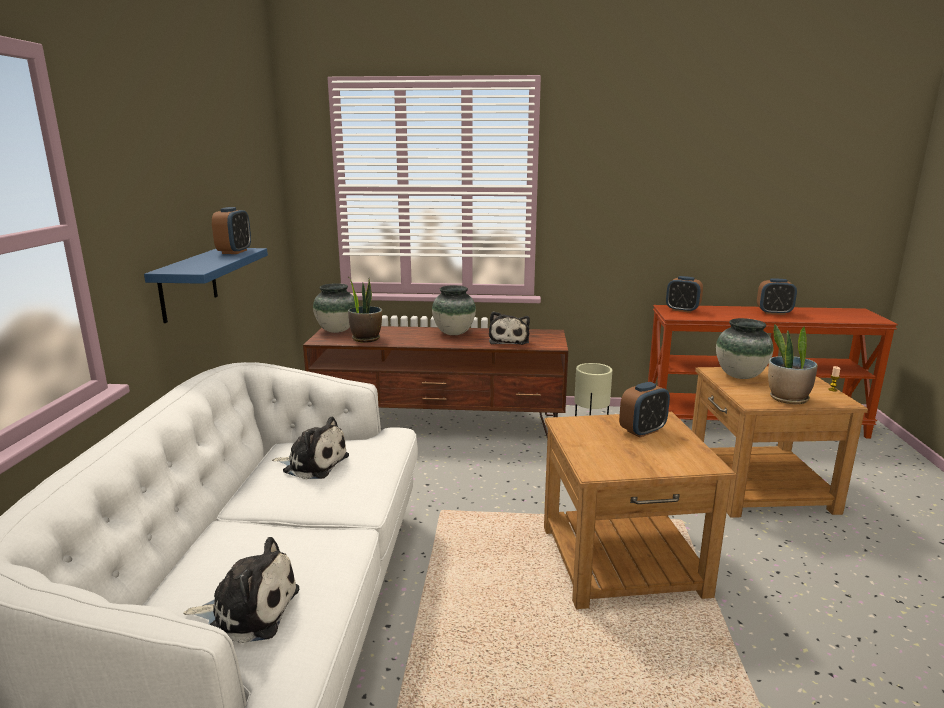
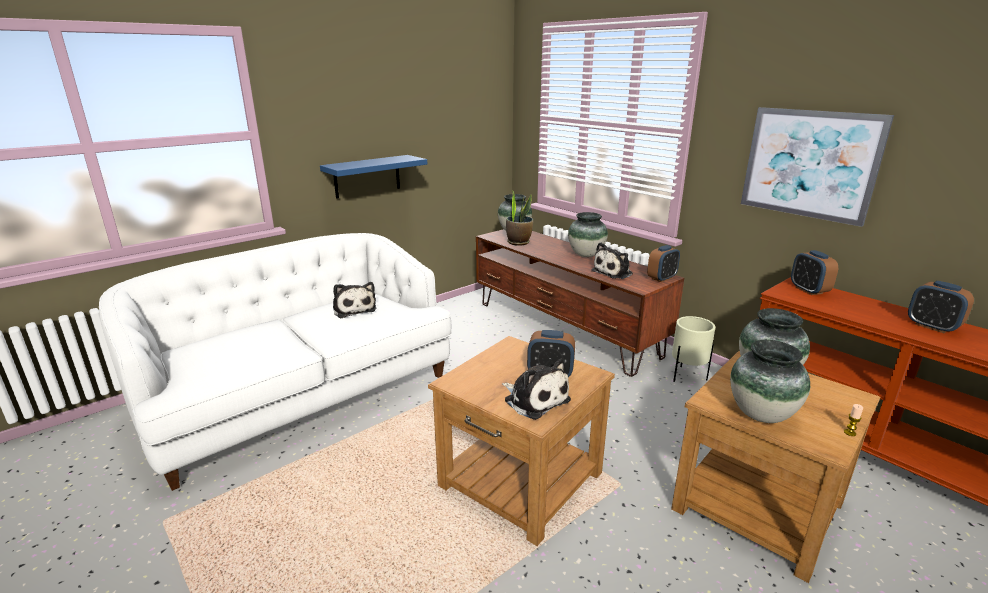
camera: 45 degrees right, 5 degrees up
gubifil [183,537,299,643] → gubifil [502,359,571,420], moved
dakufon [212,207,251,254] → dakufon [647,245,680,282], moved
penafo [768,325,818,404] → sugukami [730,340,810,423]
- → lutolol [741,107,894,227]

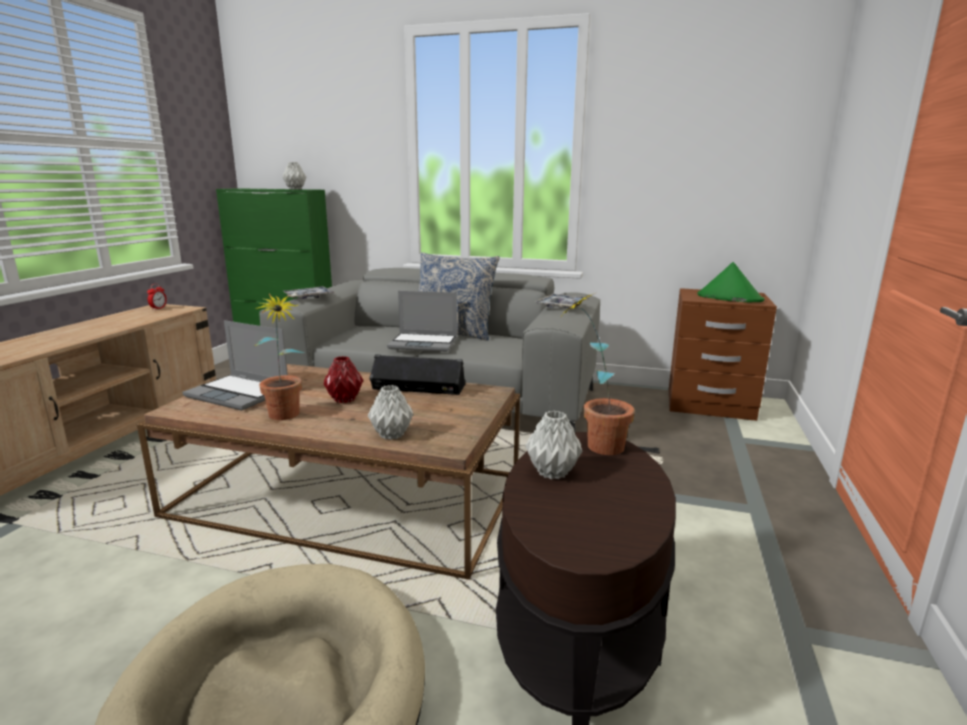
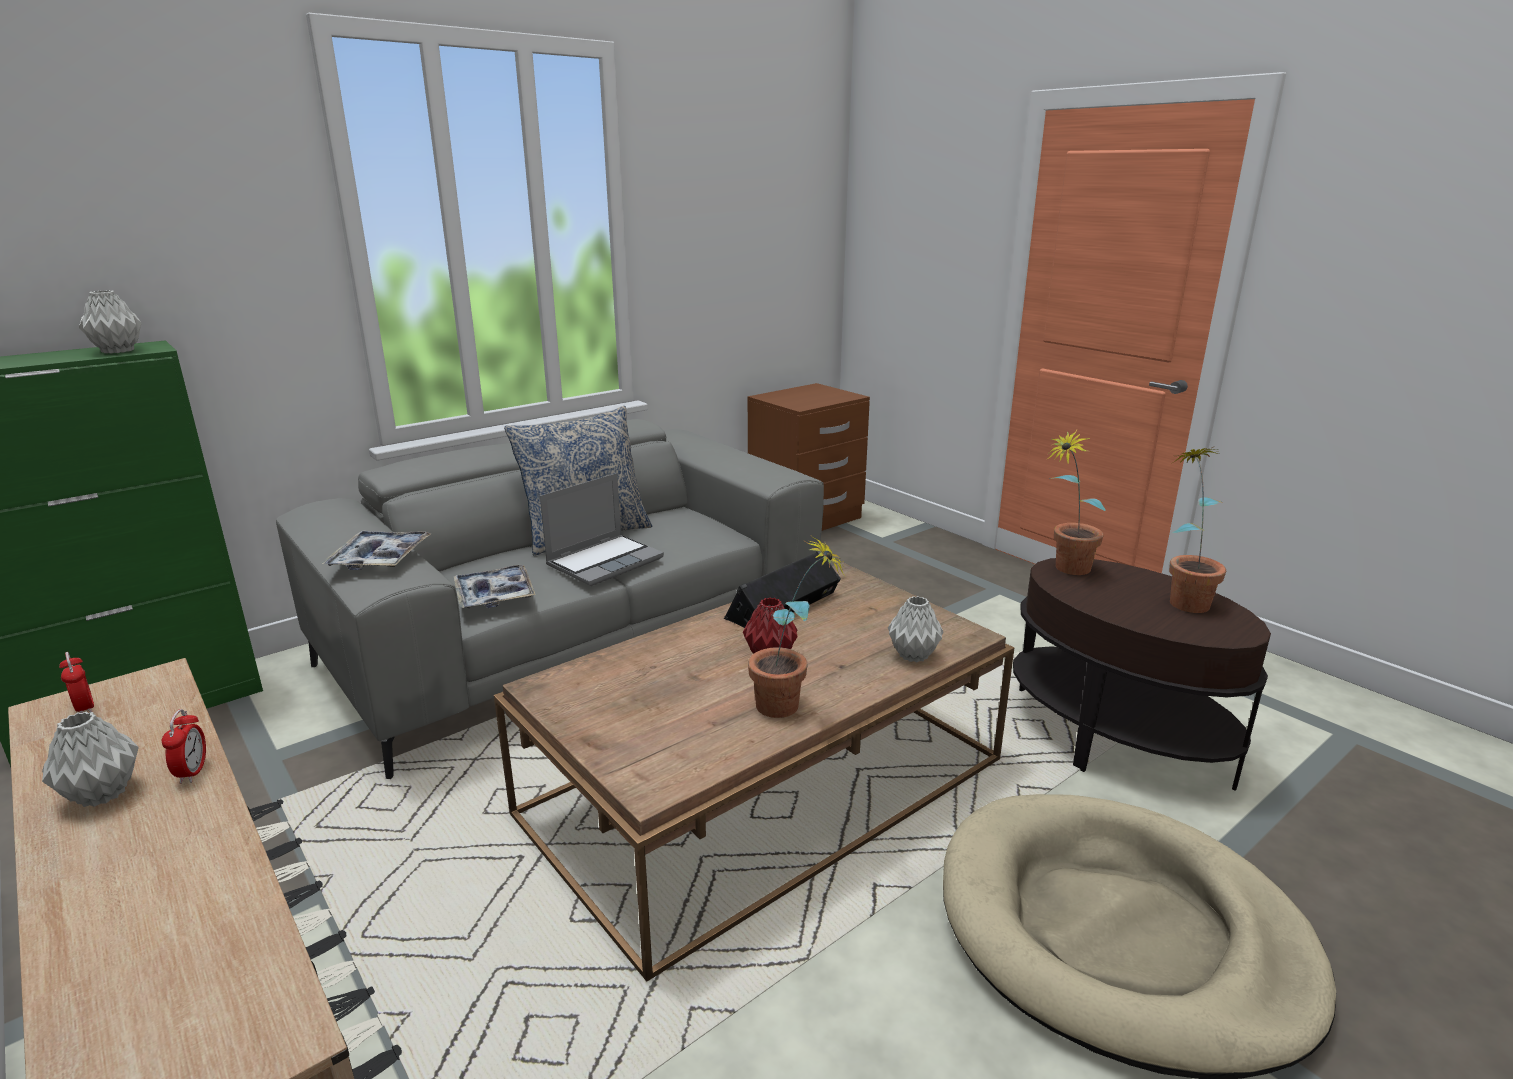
camera: 55 degrees left, 5 degrees up
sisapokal [183,320,288,411] → -
grey sugukami [525,411,582,479] → grey sugukami [42,711,139,807], moved
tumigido [534,294,590,308] → tumigido [454,565,536,608], moved
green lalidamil [697,262,765,302] → -
- → dakufon [162,709,206,784]
- → penafo [1169,447,1226,613]

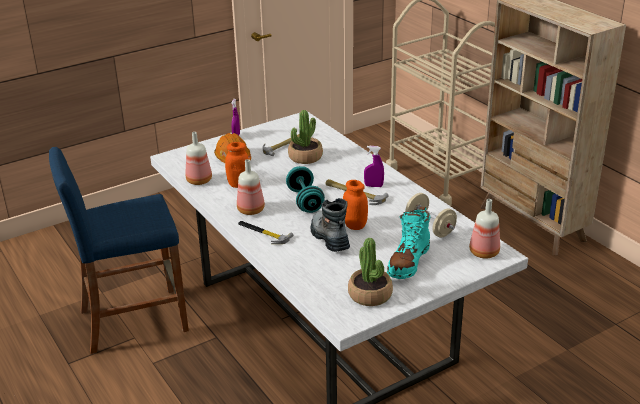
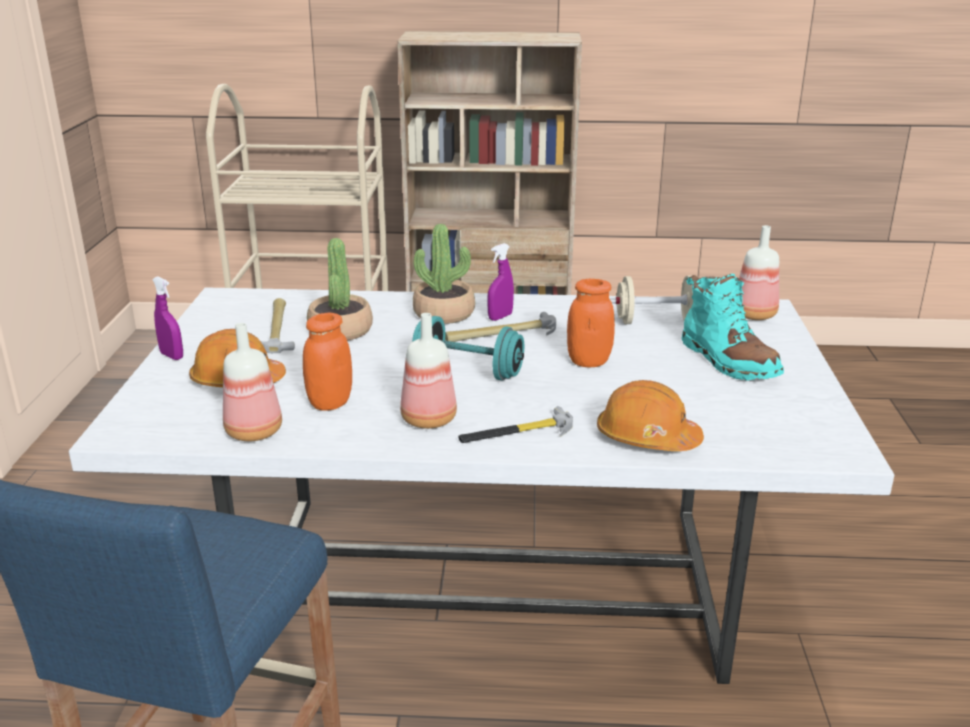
camera: 55 degrees left, 5 degrees down
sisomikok [311,198,350,252] → -
penafo [348,238,393,306] → penafo [413,224,475,324], moved
- → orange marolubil [597,380,704,451]

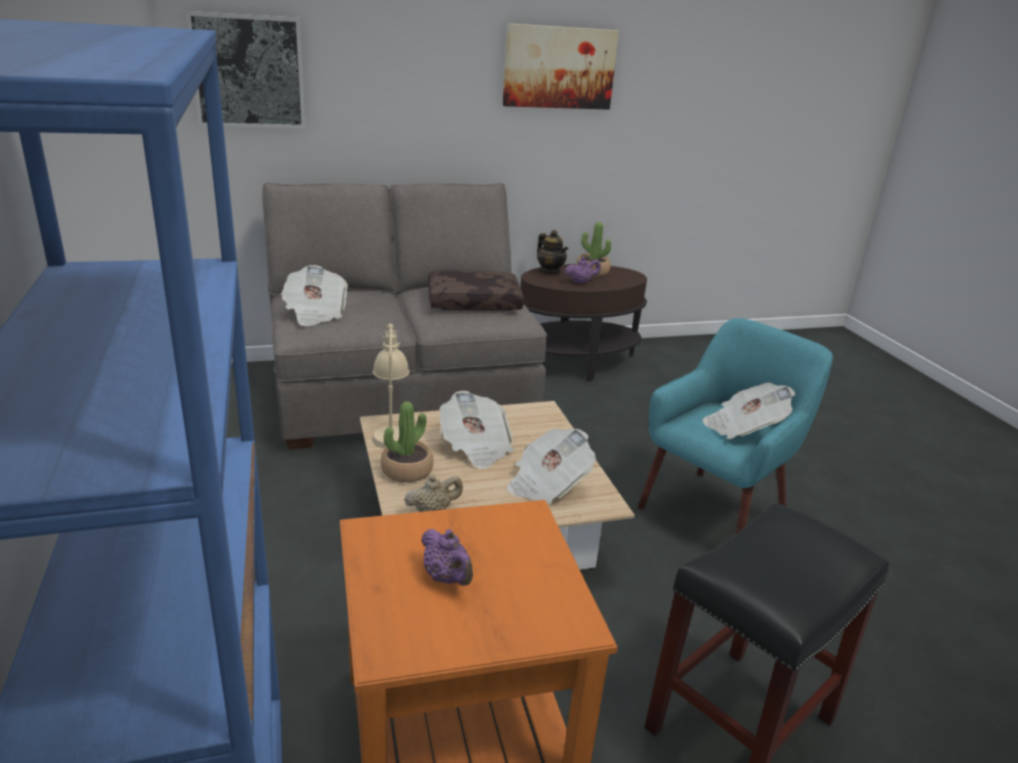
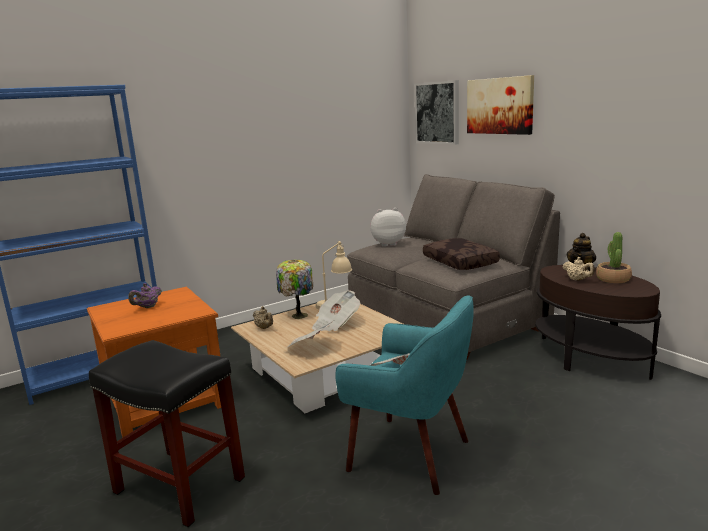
camera: 75 degrees right, 10 degrees down
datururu [281,265,348,326] → gubifil [370,208,406,247]
penafo [381,402,433,482] → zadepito [276,260,313,319]
lutolol [503,23,619,110] → lutolol [467,75,534,135], moved
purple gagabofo [565,257,601,284] → beige gagabofo [563,257,595,281]

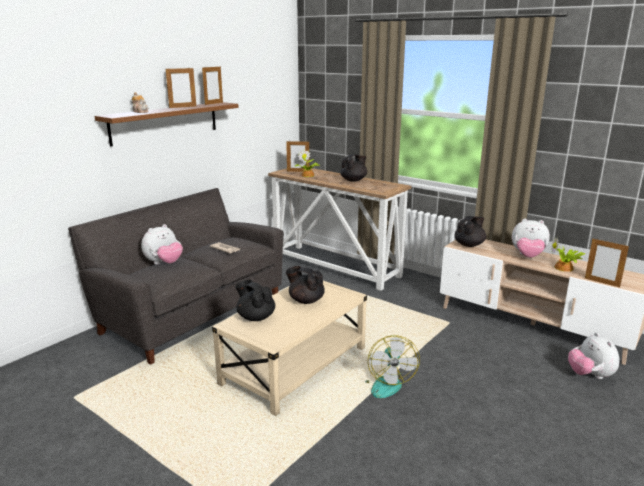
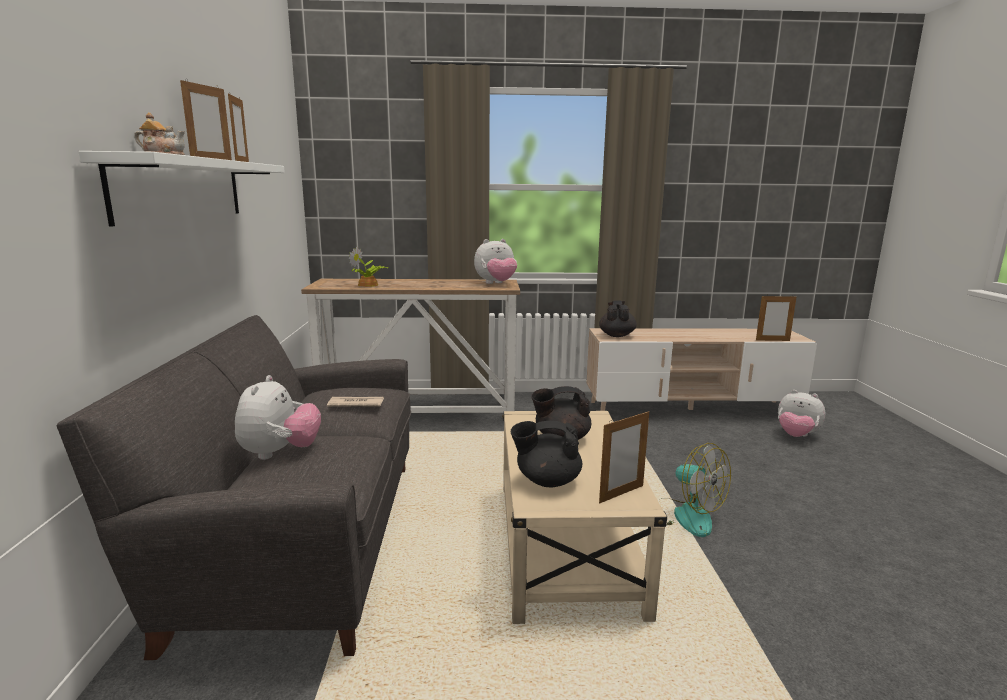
camera: 40 degrees left, 5 degrees down
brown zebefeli [95,102,239,147] → white zebefeli [78,151,285,227]
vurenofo [286,141,309,172] → vurenofo [599,410,649,503], moved
black gagabofo [340,154,367,182] → -
gubifil [512,219,550,258] → gubifil [474,239,517,284], moved
penafo [551,237,585,272] → -

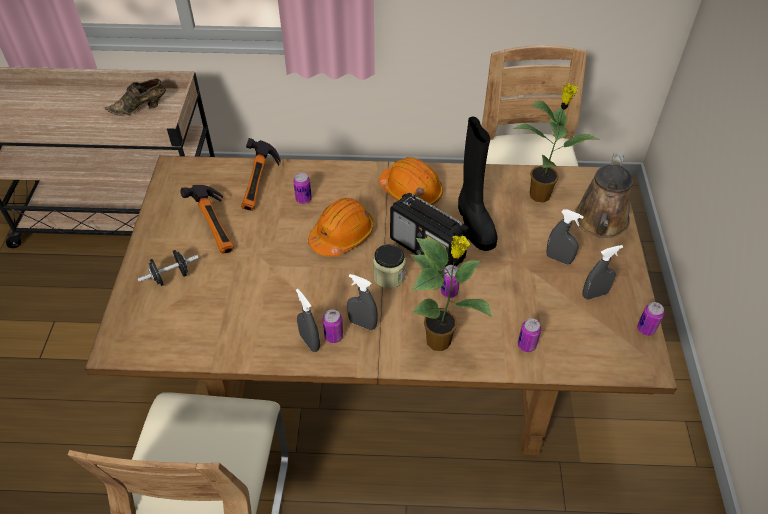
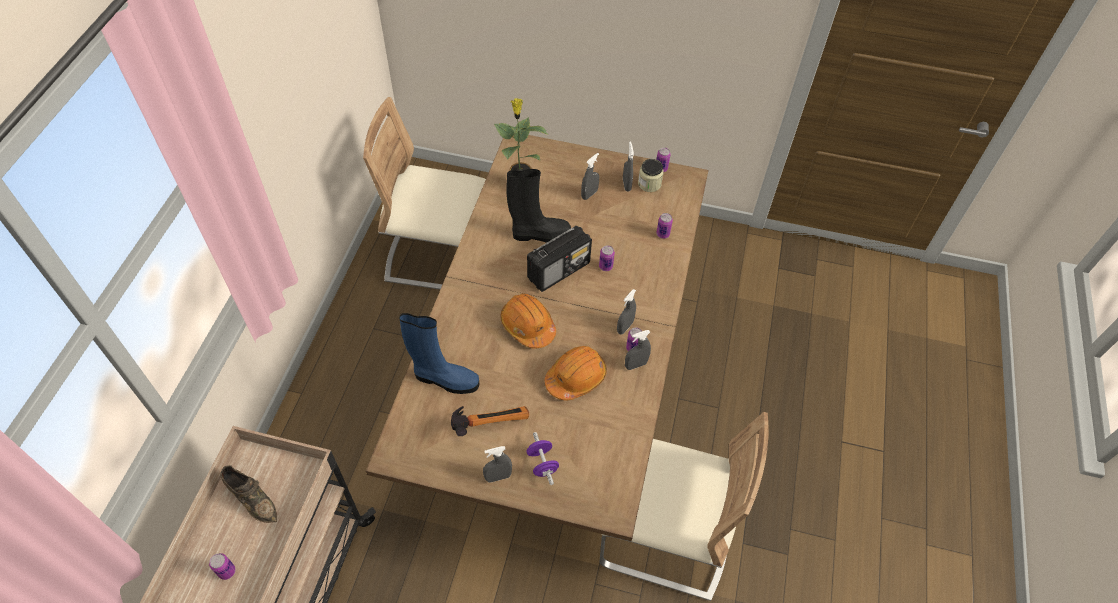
camera: 80 degrees left, 5 degrees up
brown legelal [105,78,166,116] → brown legelal [220,465,277,523], 45 degrees counterclockwise
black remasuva [137,250,199,286] → purple remasuva [527,432,559,485]
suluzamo [241,138,281,211] → blue sisomikok [399,313,480,394]
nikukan [293,173,312,204] → nikukan [209,553,236,580], moved
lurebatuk [373,244,406,288] → lurebatuk [638,159,664,192], moved
orange marolubil [379,157,443,205] → orange marolubil [545,346,607,400], moved
penafo [409,235,492,351] → -
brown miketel [575,153,633,238] → -
- → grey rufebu [483,446,512,483]

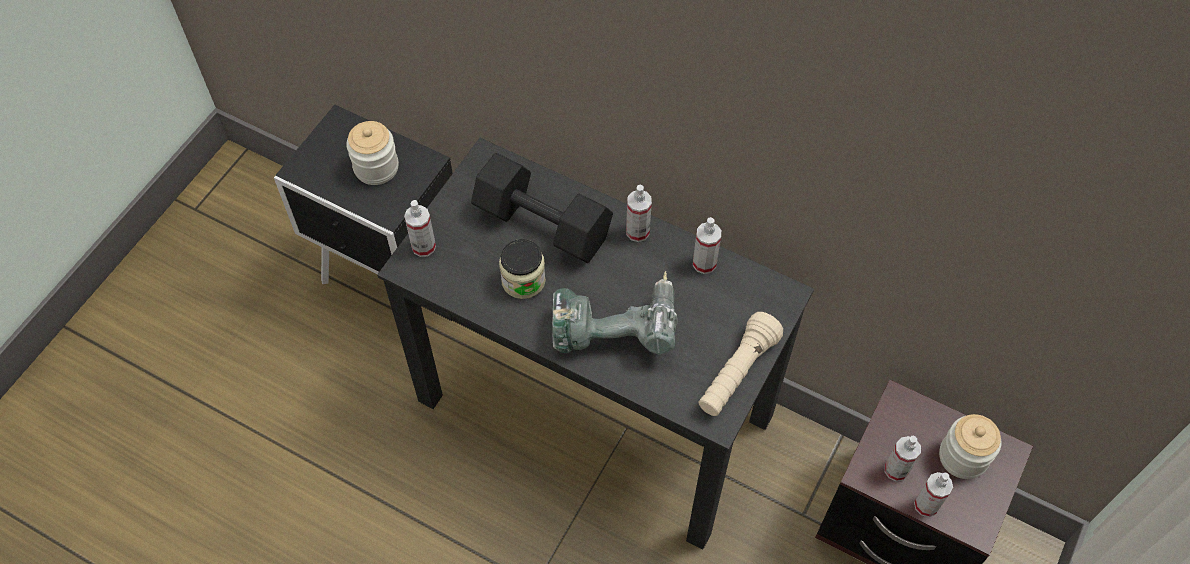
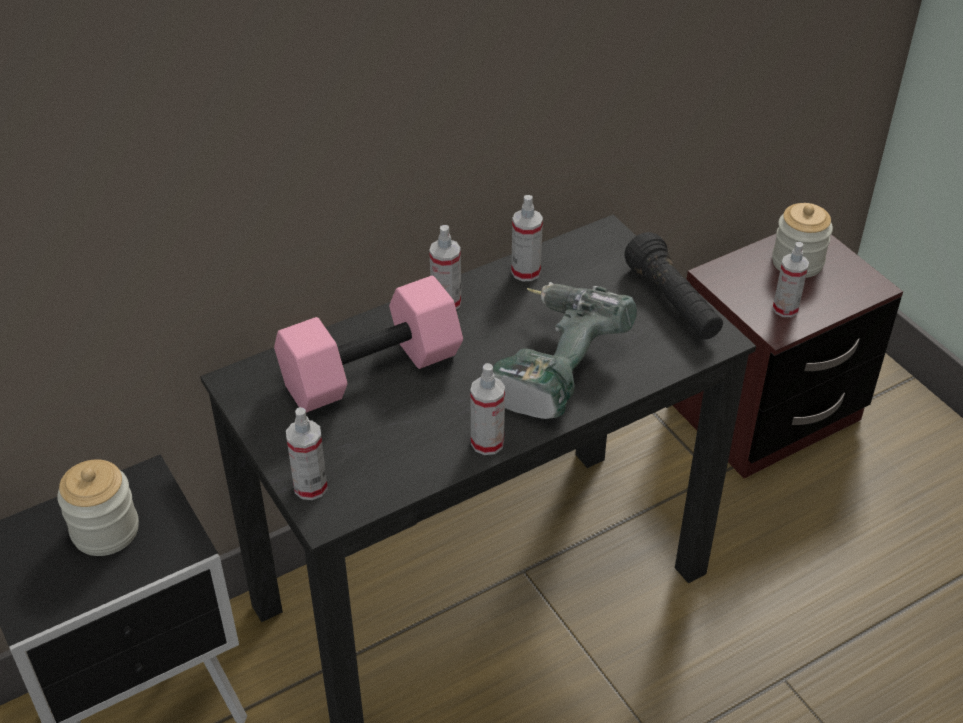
camera: 60 degrees left, 15 degrees down
black remasuva [471,153,613,263] → pink remasuva [274,275,463,413]
lurebatuk [499,239,546,299] → -
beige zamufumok [699,312,783,416] → black zamufumok [624,232,723,339]
rufebu [914,472,953,517] → rufebu [470,363,505,455], moved

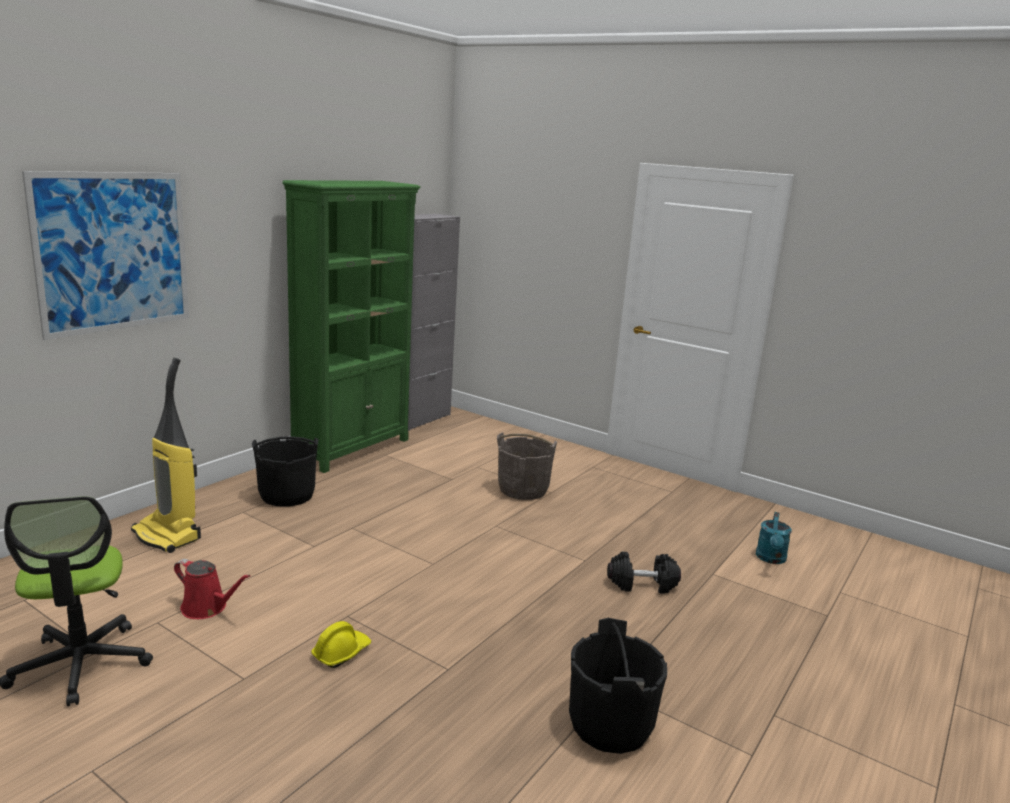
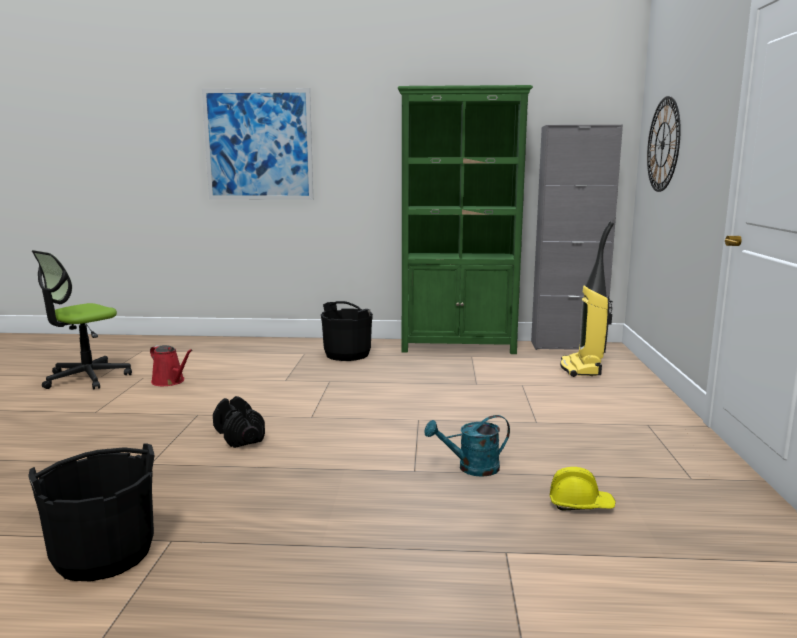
camera: 60 degrees right, 5 degrees down
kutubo [131,358,201,553] → kutubo [560,221,614,377], moved
red miketel [174,559,250,619] → red miketel [150,345,193,386], 45 degrees counterclockwise
yellow marolubil [311,621,371,668] → yellow marolubil [550,467,615,510], moved
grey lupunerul [497,433,557,500] → -
black remasuva [607,551,681,594] → black remasuva [213,396,265,448], moved
turquoise miketel [756,512,792,564] → turquoise miketel [425,415,510,477], moved
- → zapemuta [647,96,681,192]

